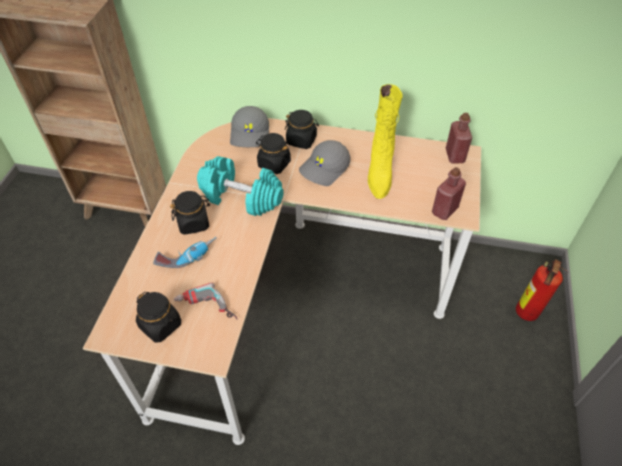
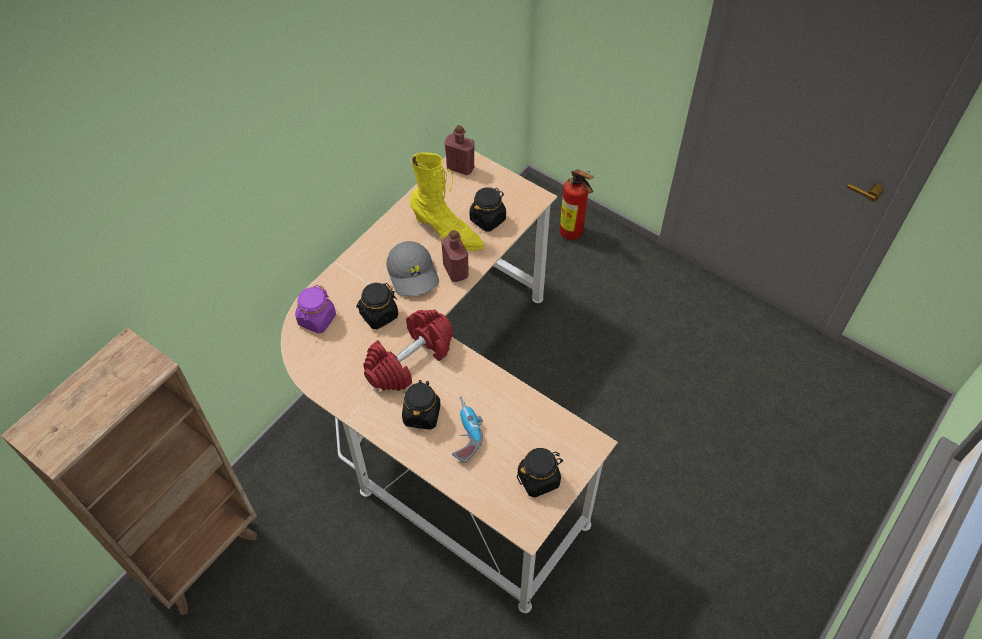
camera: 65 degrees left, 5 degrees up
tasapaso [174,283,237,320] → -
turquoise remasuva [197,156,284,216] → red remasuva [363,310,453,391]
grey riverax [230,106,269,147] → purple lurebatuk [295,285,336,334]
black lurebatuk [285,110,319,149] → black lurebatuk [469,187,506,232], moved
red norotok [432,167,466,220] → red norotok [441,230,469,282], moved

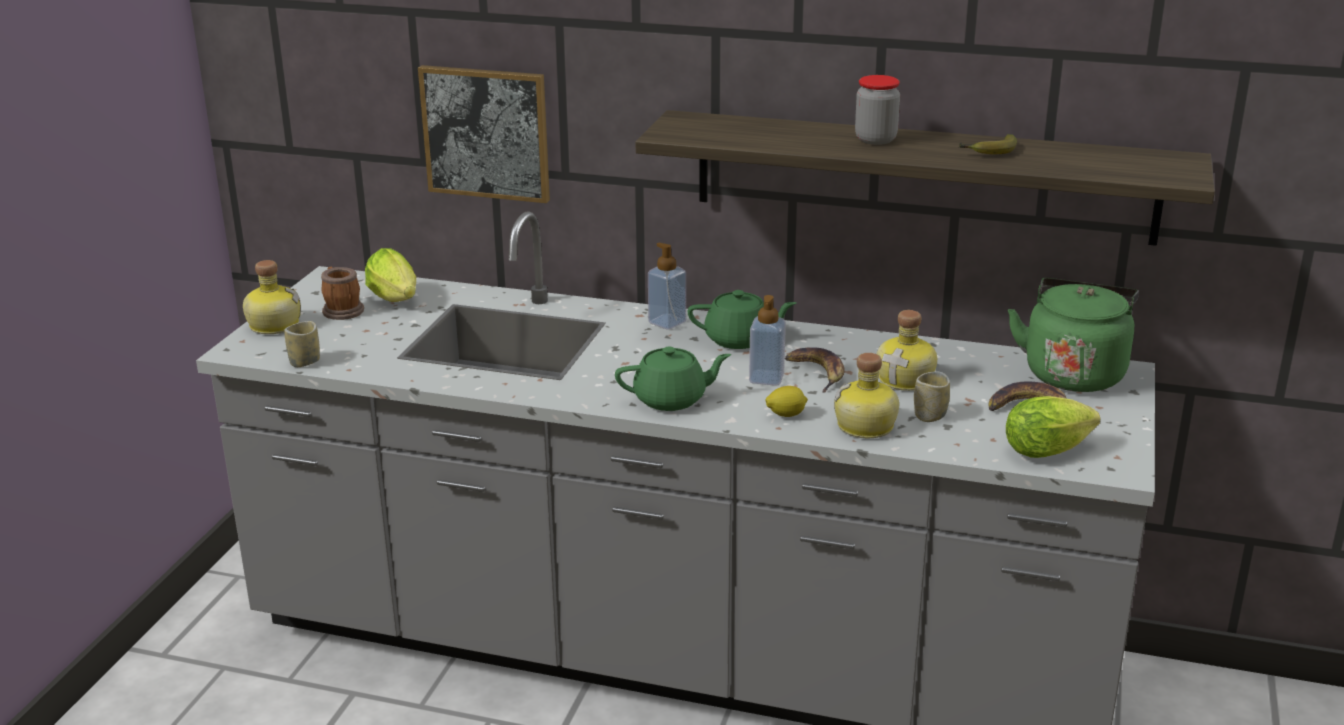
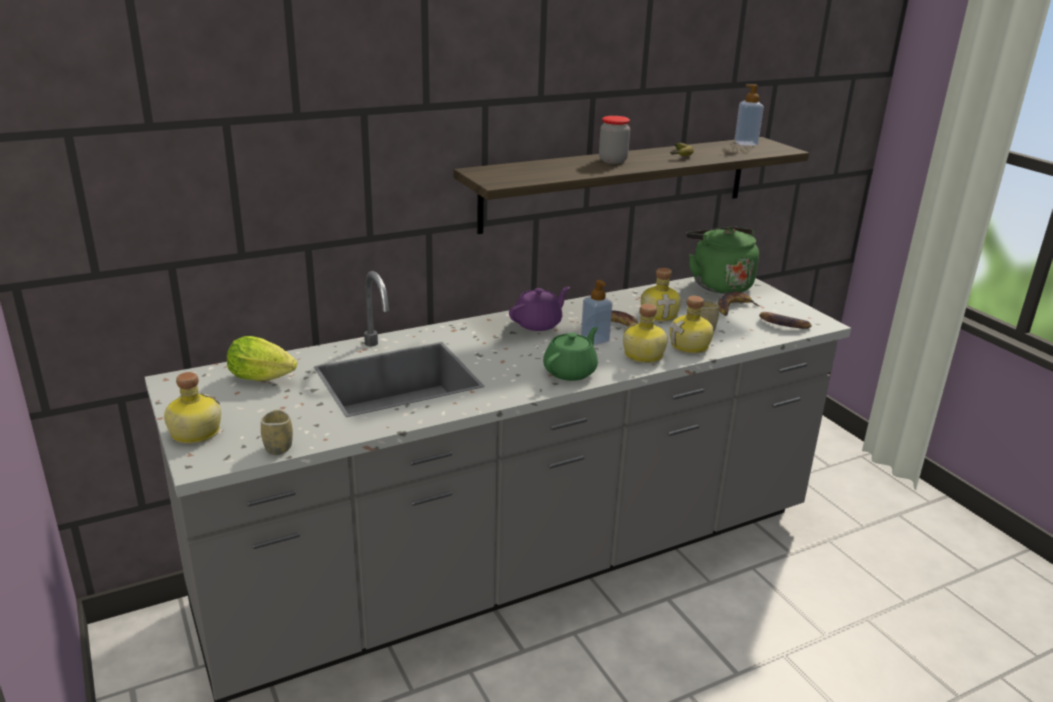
camera: 45 degrees left, 0 degrees up
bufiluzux [321,267,364,320] → -
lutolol [418,65,550,203] → -
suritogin [648,243,686,330] → suritogin [735,84,764,146], moved
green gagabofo [687,290,796,349] → purple gagabofo [509,287,570,331]
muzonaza [766,386,808,417] → norotok [623,304,668,363]
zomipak [1006,396,1100,458] → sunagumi [759,312,812,329]

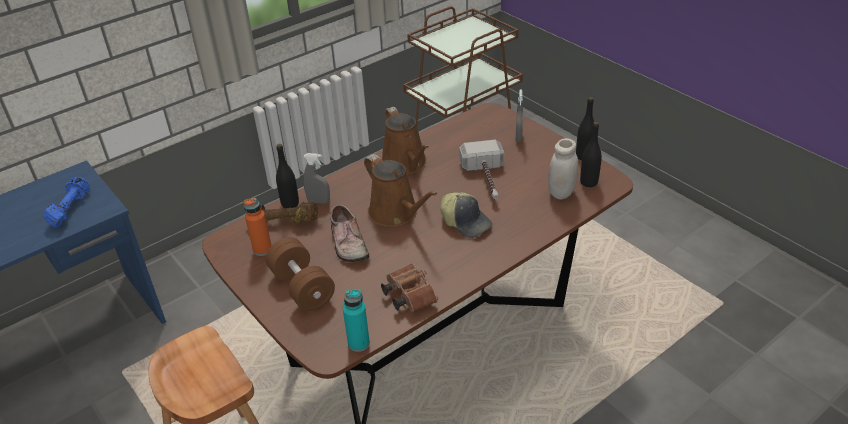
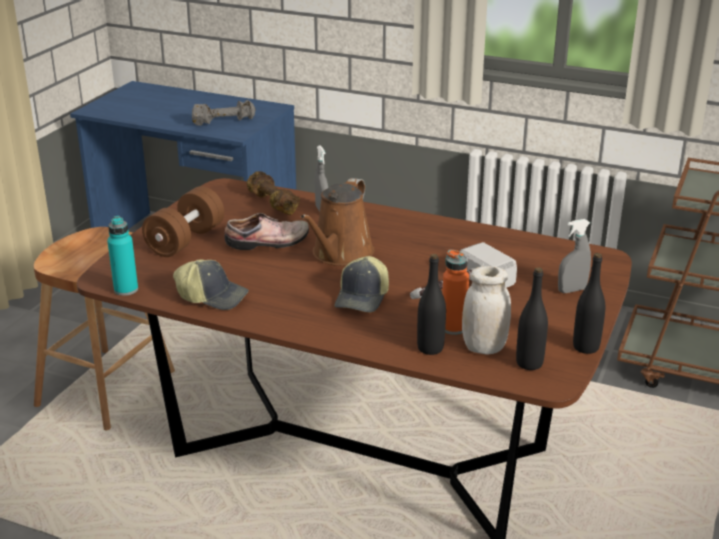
camera: 60 degrees right, 10 degrees down
blue remasuva [44,177,90,227] → grey remasuva [192,100,256,126]
orange norotok [243,198,272,256] → orange norotok [442,249,469,335], moved
black norotok [276,144,299,208] → black norotok [417,254,446,355], moved
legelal [330,205,369,262] → legelal [224,213,309,250], 150 degrees counterclockwise
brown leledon [381,264,438,312] → riverax [173,259,249,310]
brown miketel [382,107,429,175] → -

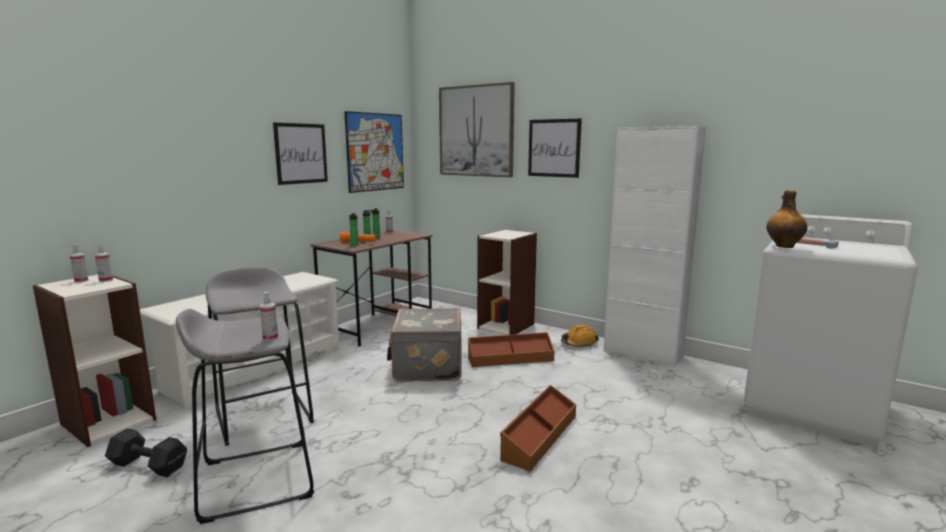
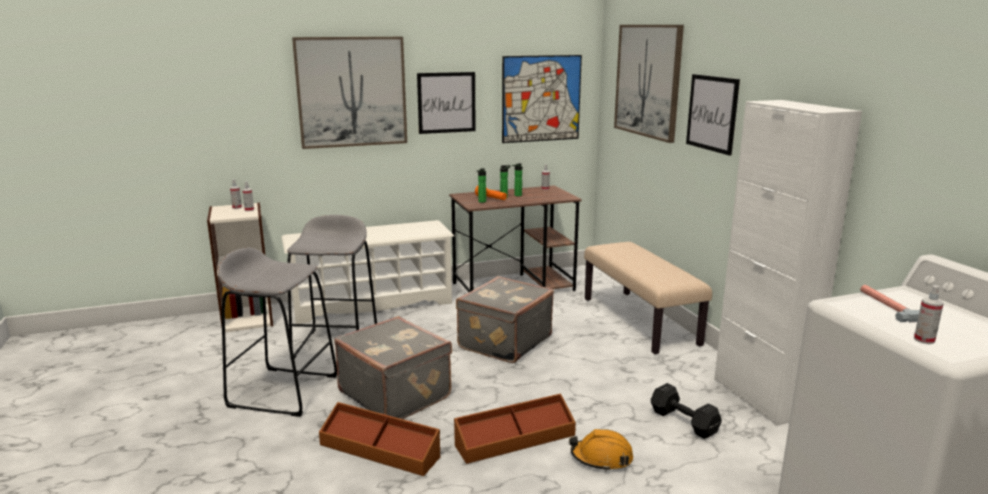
camera: 35 degrees right, 5 degrees up
black remasuva [105,428,187,477] → black remasuva [651,383,722,439], moved
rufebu [260,292,278,341] → rufebu [914,285,944,344], moved
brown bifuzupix [468,332,555,367] → brown bifuzupix [319,402,440,476], moved
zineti [477,229,537,335] → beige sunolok [584,242,712,354]
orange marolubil [561,325,599,347] → orange marolubil [569,429,633,472], moved
norotok [766,190,807,248] → -
- → lutolol [292,37,407,149]
- → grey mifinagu [334,316,452,419]

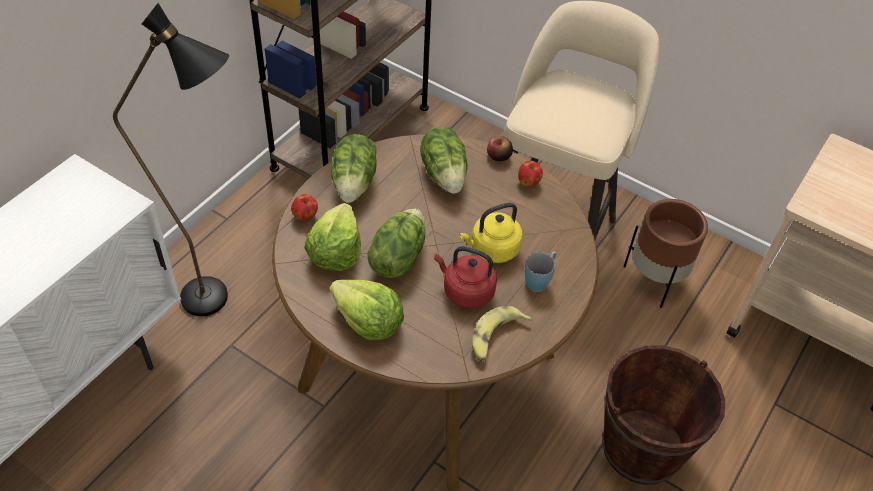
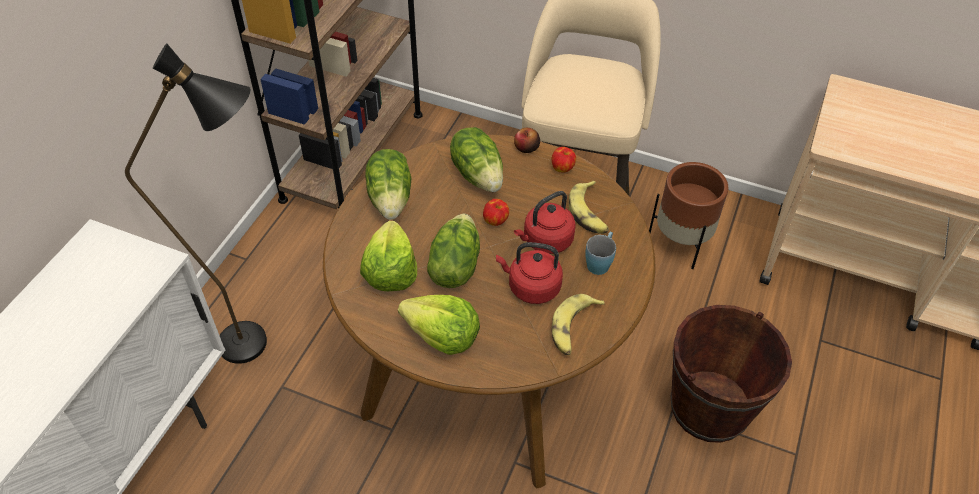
camera: 10 degrees left, 0 degrees up
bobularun [291,194,318,221] → bobularun [483,199,509,226], moved
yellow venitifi [459,203,523,263] → red venitifi [514,191,576,254]
- → sunagumi [569,181,609,234]

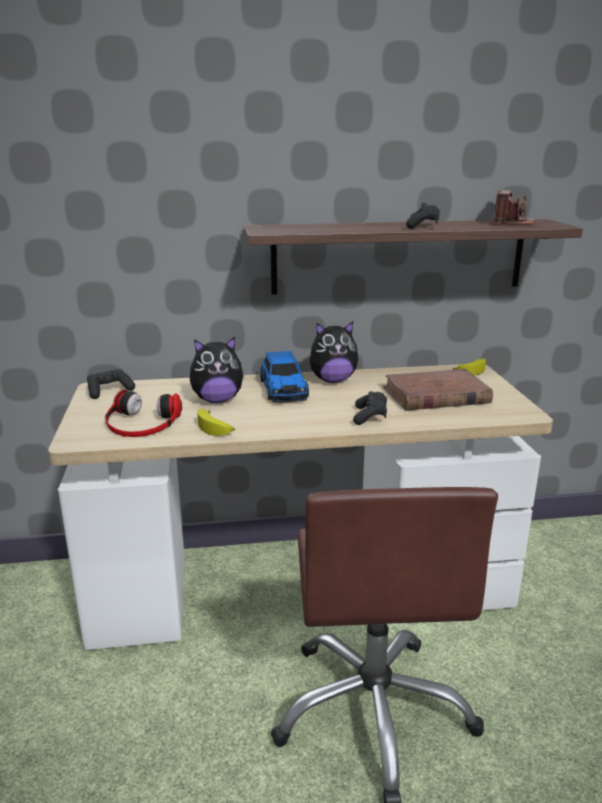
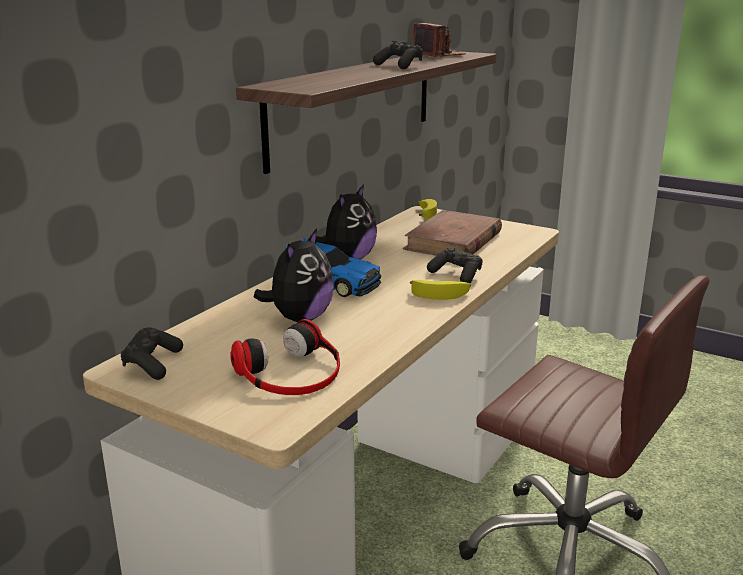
camera: 50 degrees left, 0 degrees up
sunagumi [198,409,235,436] → sunagumi [410,280,471,300], moved

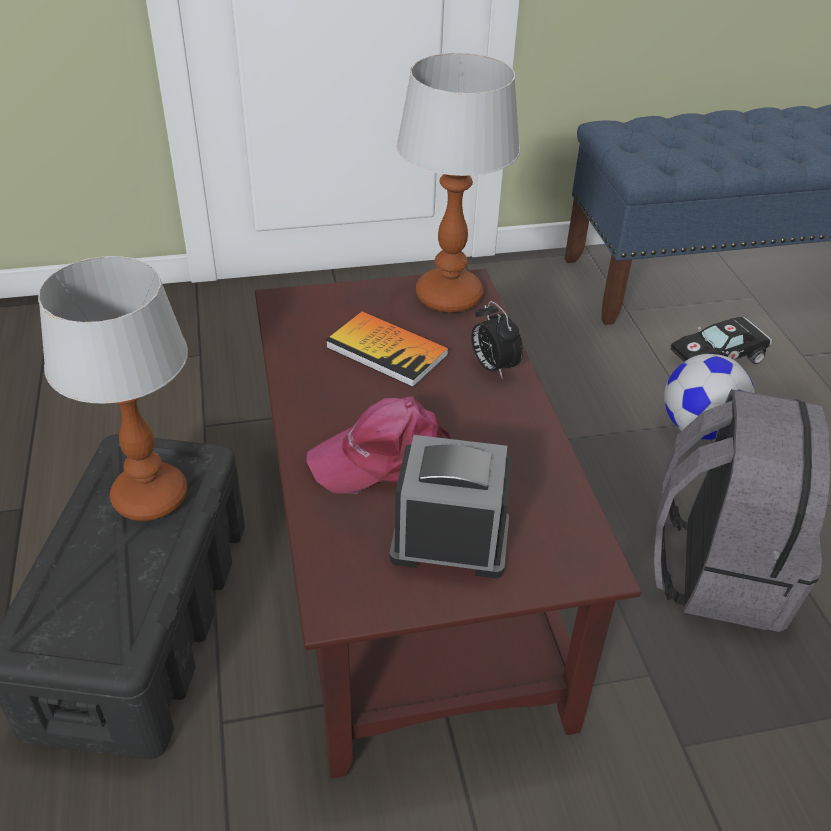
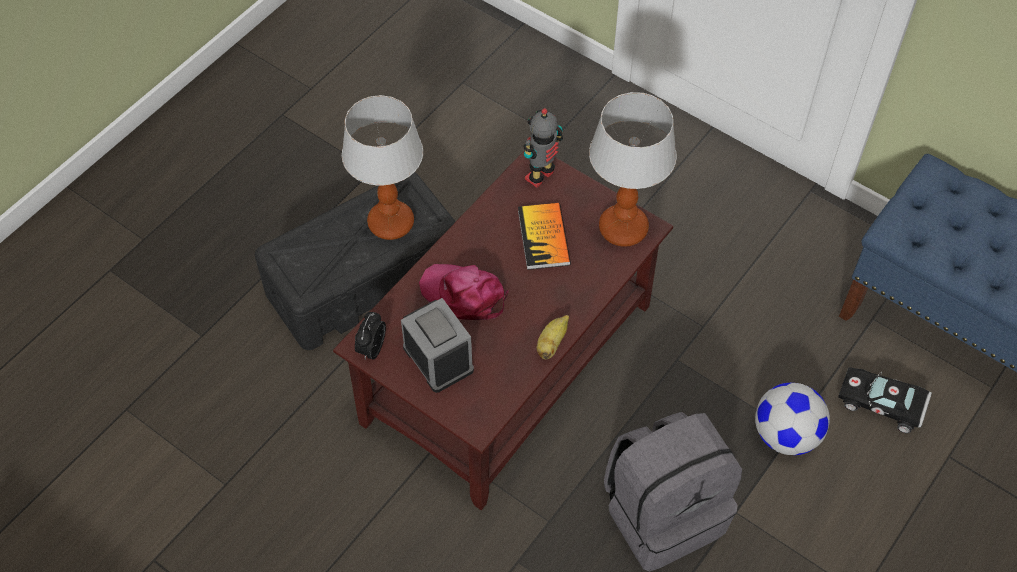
camera: 50 degrees right, 15 degrees up
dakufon [471,301,523,379] → dakufon [355,312,386,360], moved
- → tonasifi [523,108,563,188]
- → sunagumi [537,315,569,359]

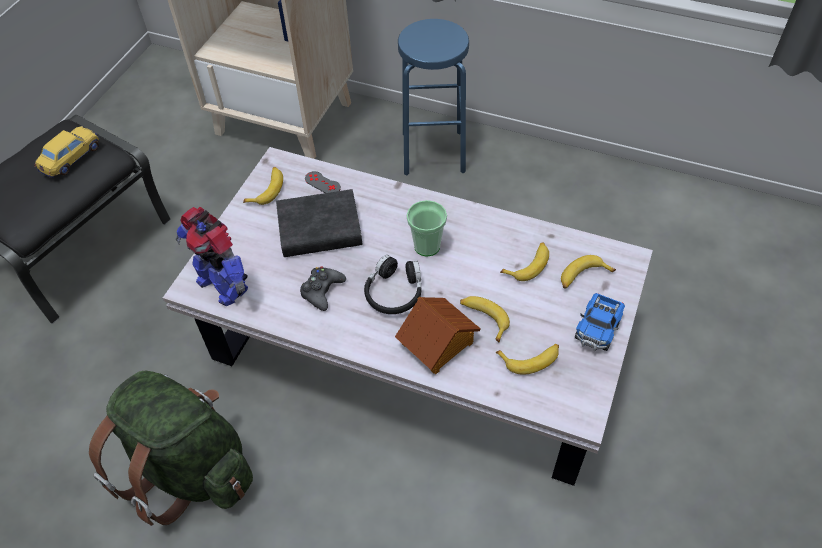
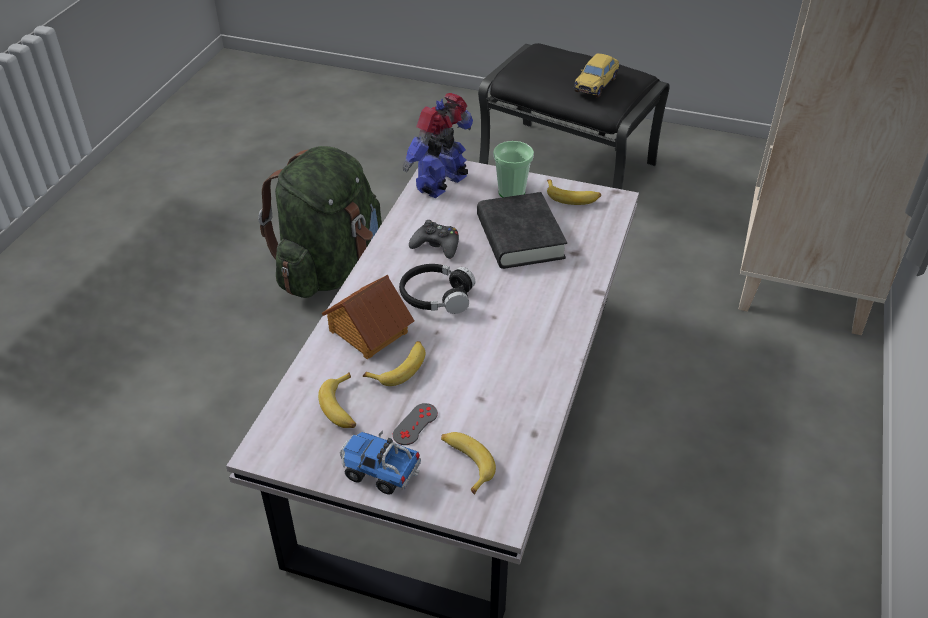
camera: 85 degrees right, 10 degrees down
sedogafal [34,126,99,178] → sedogafal [574,54,620,98], 90 degrees clockwise
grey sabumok [305,171,341,193] → grey sabumok [393,403,438,445], moved
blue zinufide [398,19,469,175] → -
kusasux [407,200,447,257] → kusasux [493,141,534,198], moved
sunagumi [500,242,549,281] → -

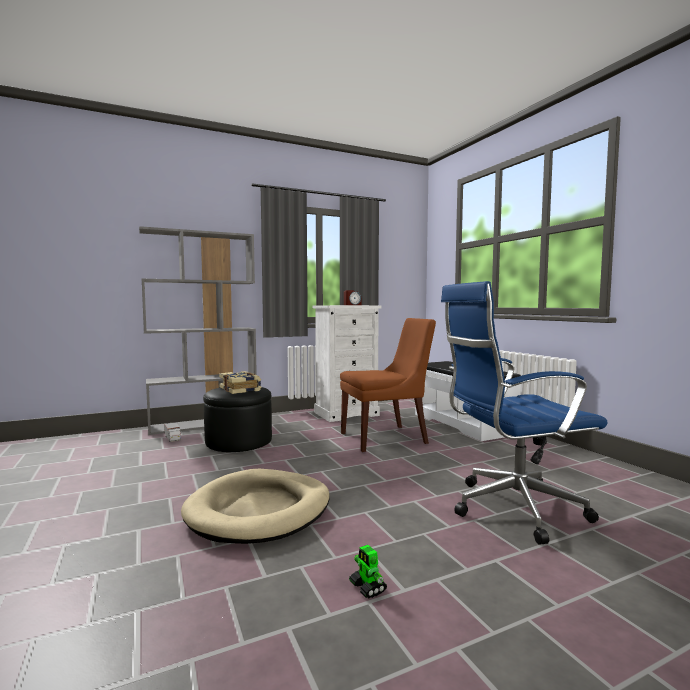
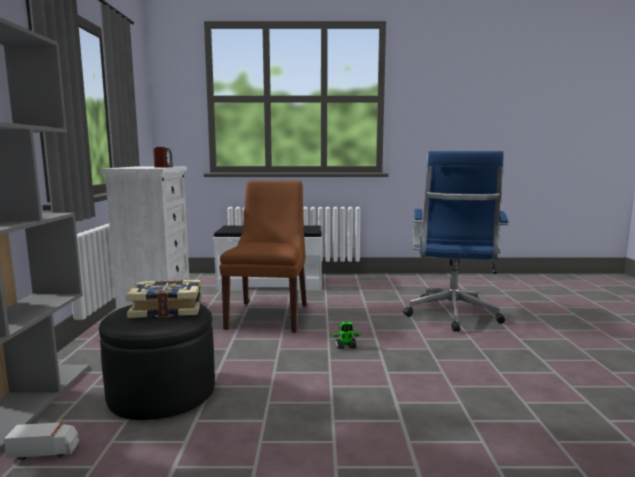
camera: 65 degrees left, 5 degrees up
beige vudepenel [181,469,330,544] → -
tonasifi [349,545,387,599] → tonasifi [331,322,362,349], moved

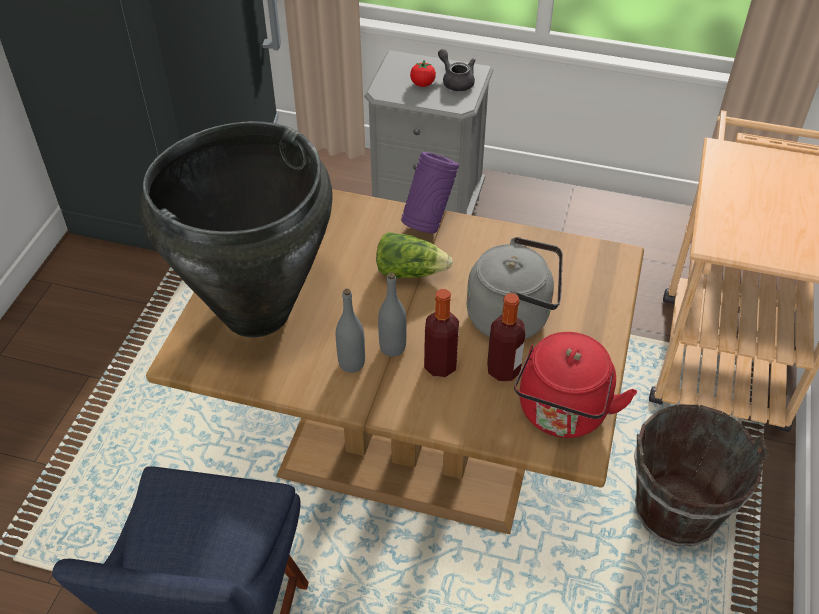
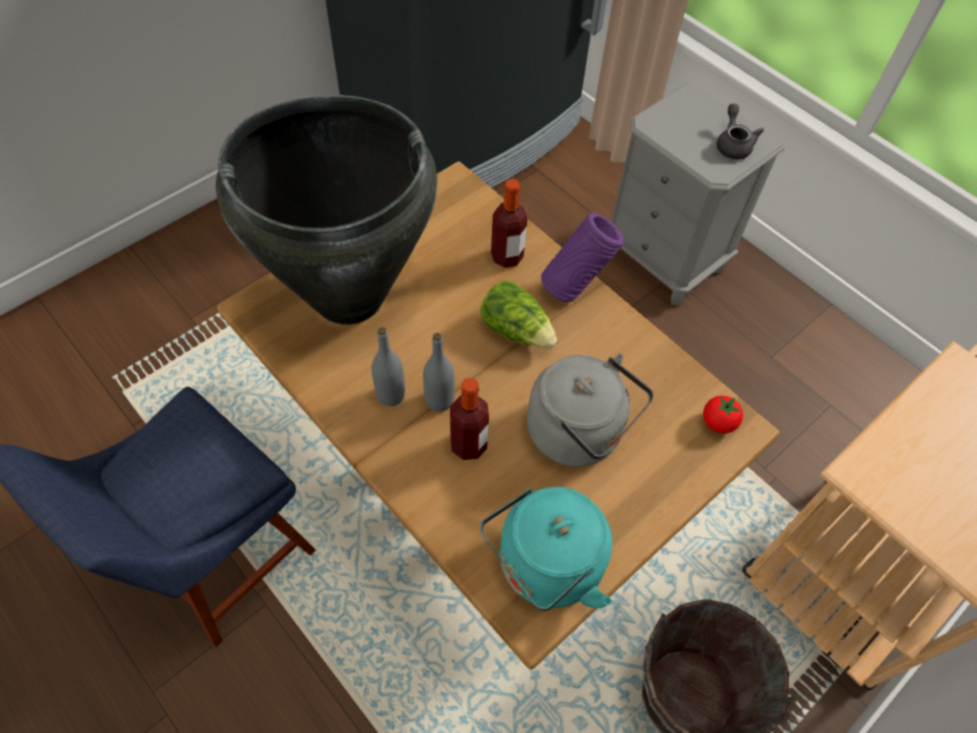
camera: 30 degrees right, 10 degrees up
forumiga [410,60,436,87] → forumiga [703,396,743,434], moved
norotok [487,293,526,381] → norotok [491,179,527,268], moved
red venitifi [514,332,637,438] → turquoise venitifi [480,487,612,611]

